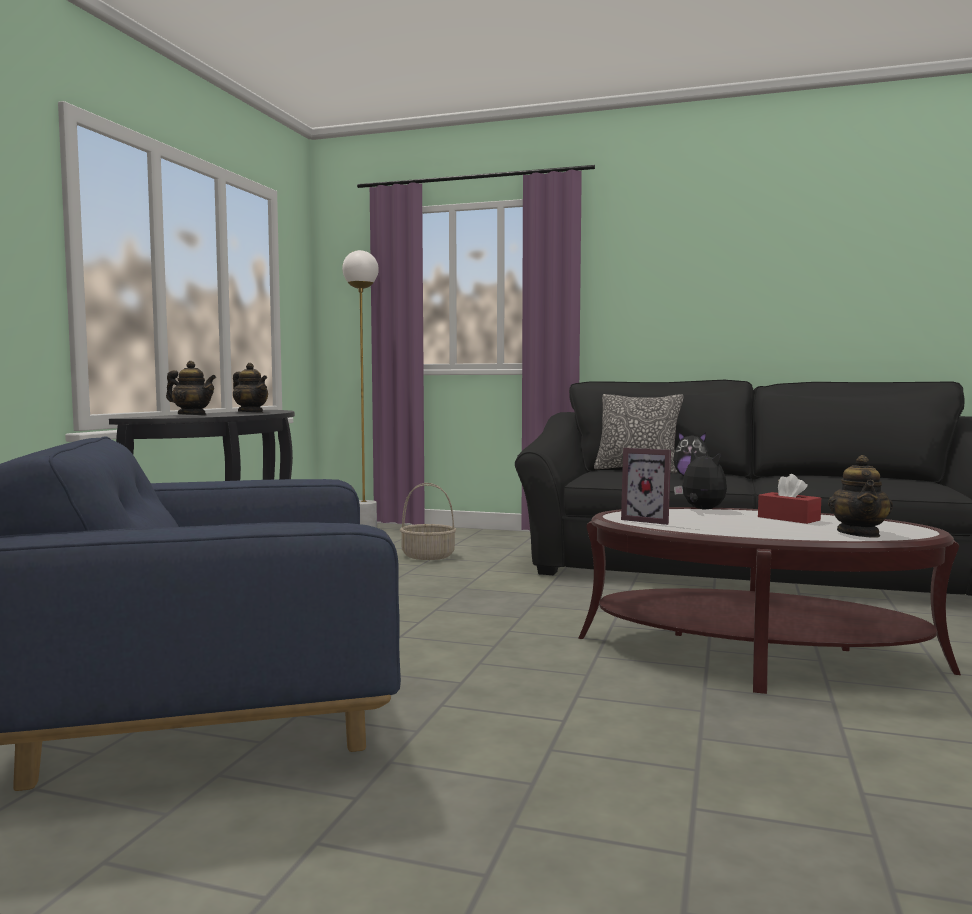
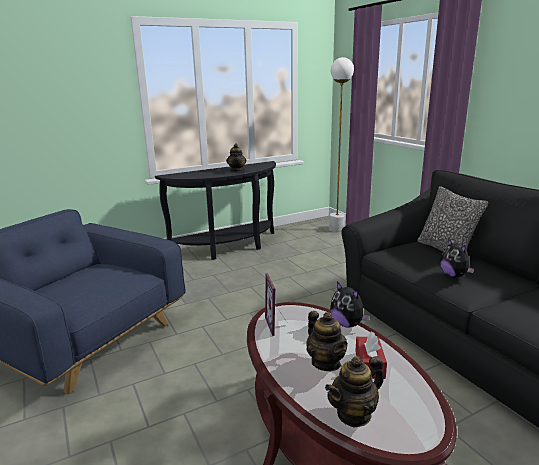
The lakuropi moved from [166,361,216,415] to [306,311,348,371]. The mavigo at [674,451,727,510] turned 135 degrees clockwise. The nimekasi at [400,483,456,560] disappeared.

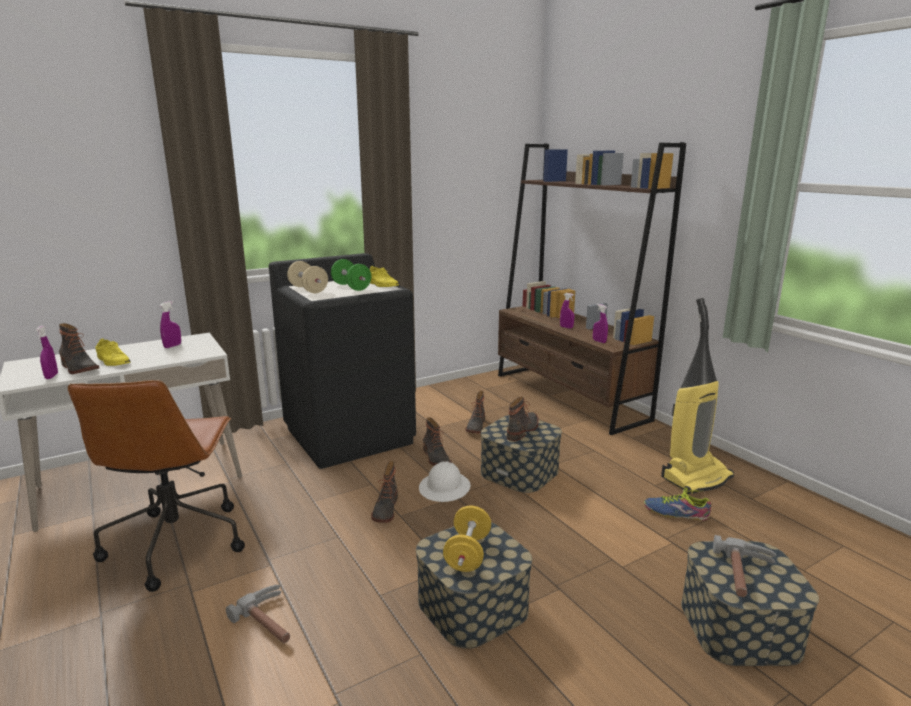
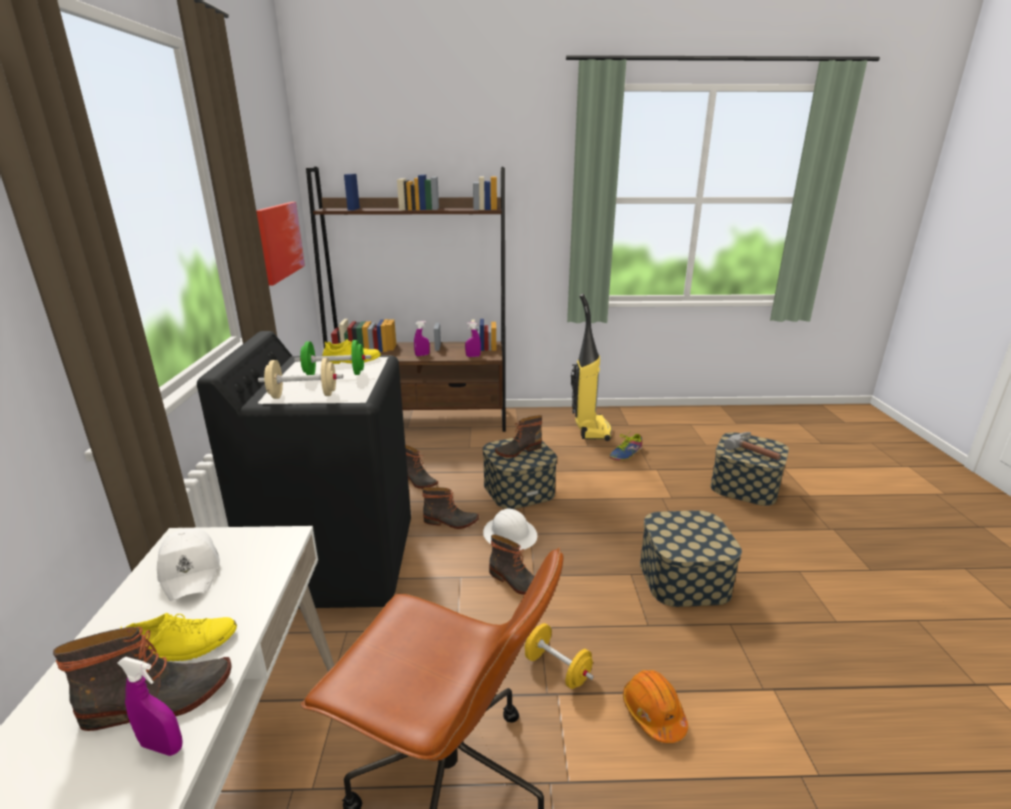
The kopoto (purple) at [160,301,181,348] was replaced by the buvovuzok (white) at [157,528,220,601]. The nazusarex at [507,397,539,441] turned 90 degrees counterclockwise. The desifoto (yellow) moved from [443,506,491,572] to [525,623,594,689]. The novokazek at [226,585,290,643] was replaced by the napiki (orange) at [623,670,688,743]. The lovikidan at [256,202,305,285] appeared.

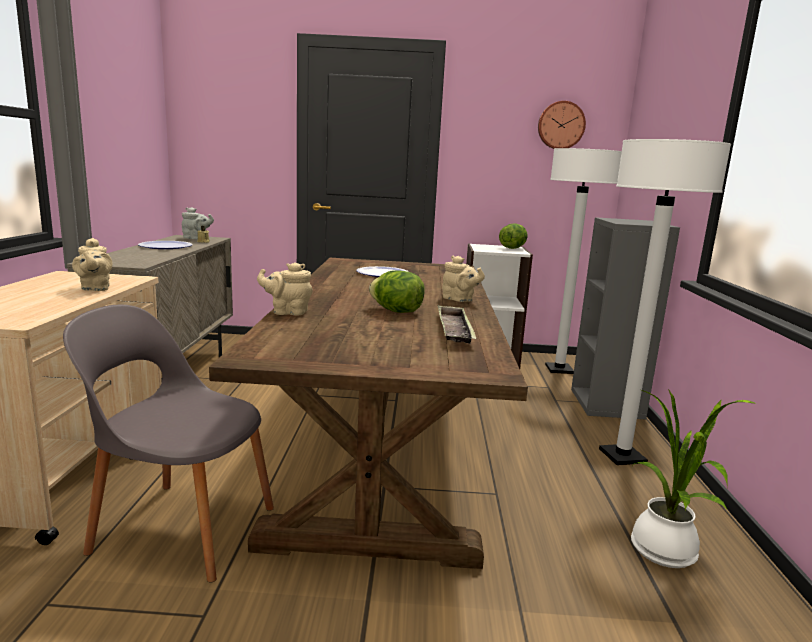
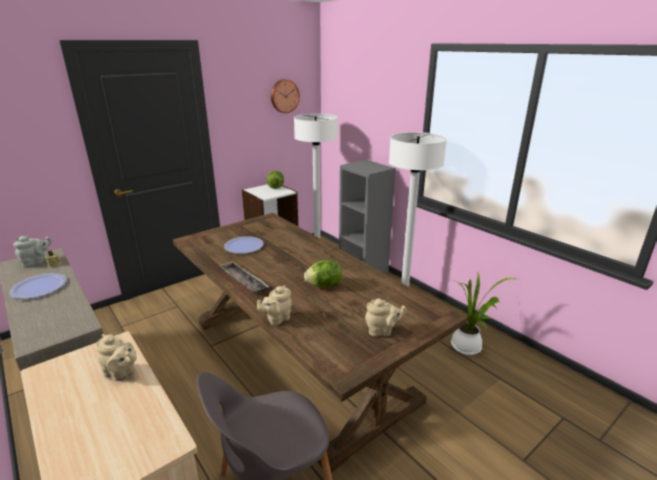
The lakuropi (beige) moved from [442,256,485,302] to [365,299,407,337]. The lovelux moved from [438,305,477,344] to [219,261,269,292].

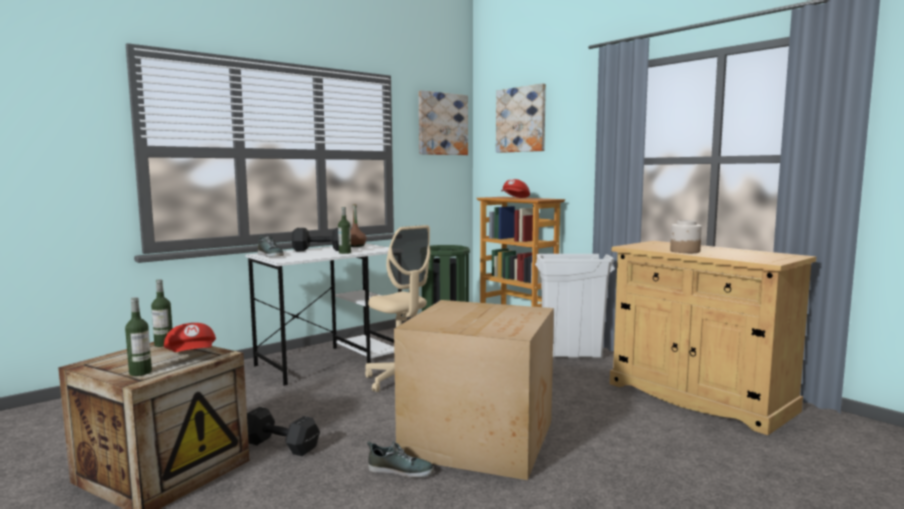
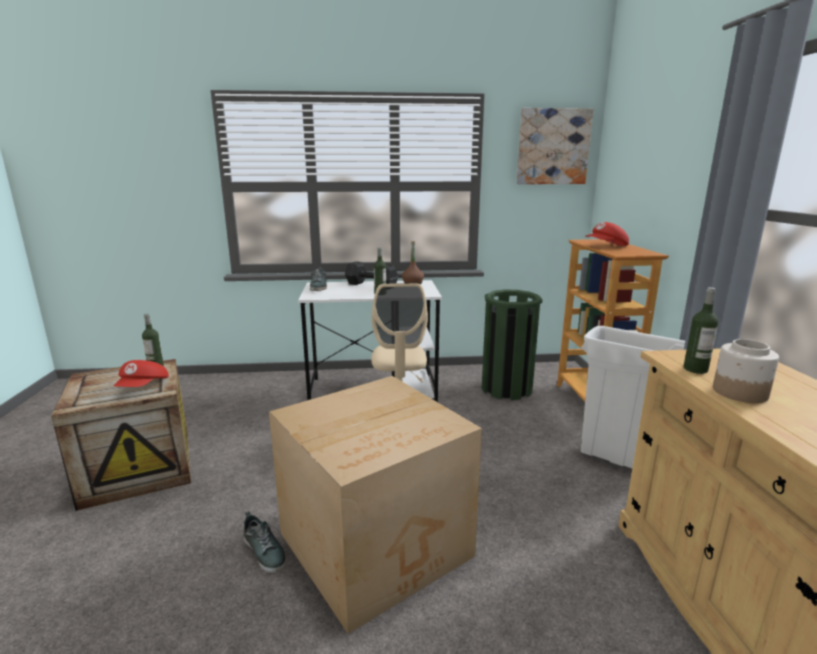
The lovikidan at [496,83,546,153] disappeared. The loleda moved from [125,297,152,376] to [683,287,719,374]. The desifoto (black) at [247,407,320,456] disappeared.

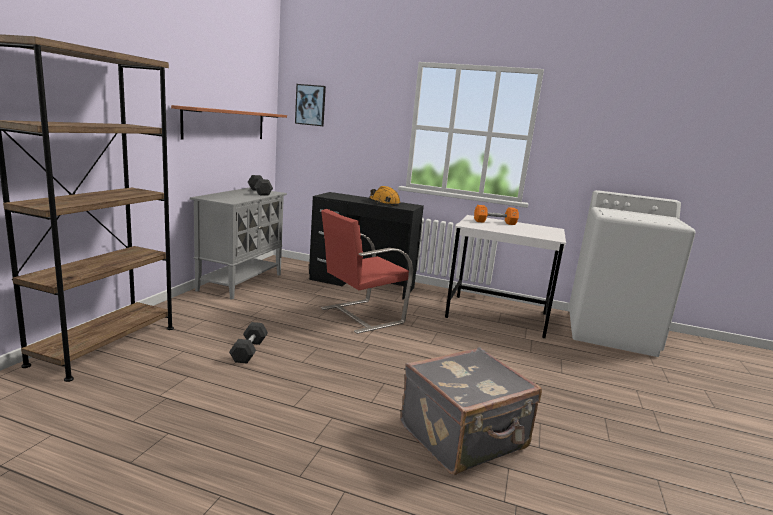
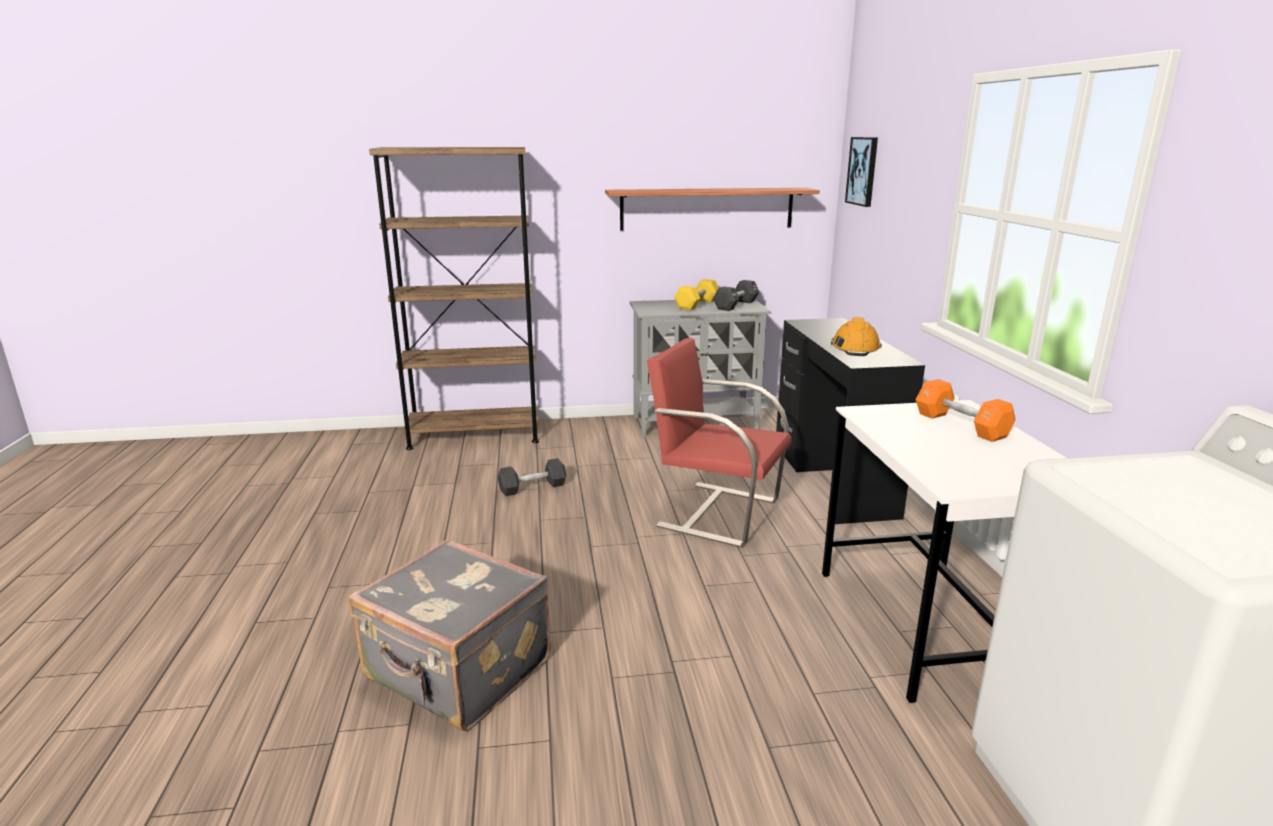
The desifoto (yellow) at [674,279,719,310] appeared.

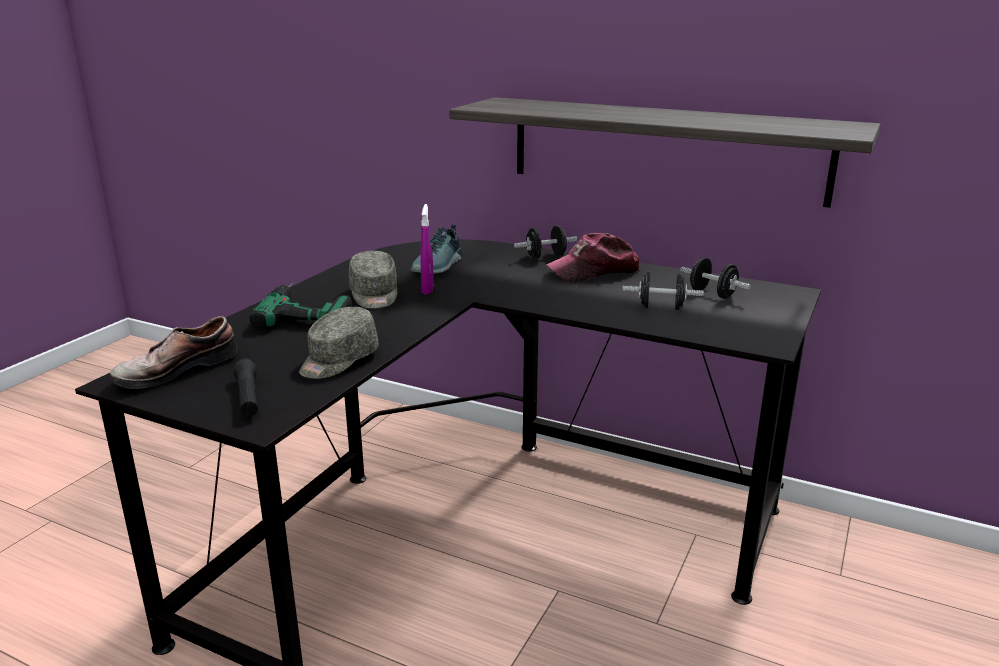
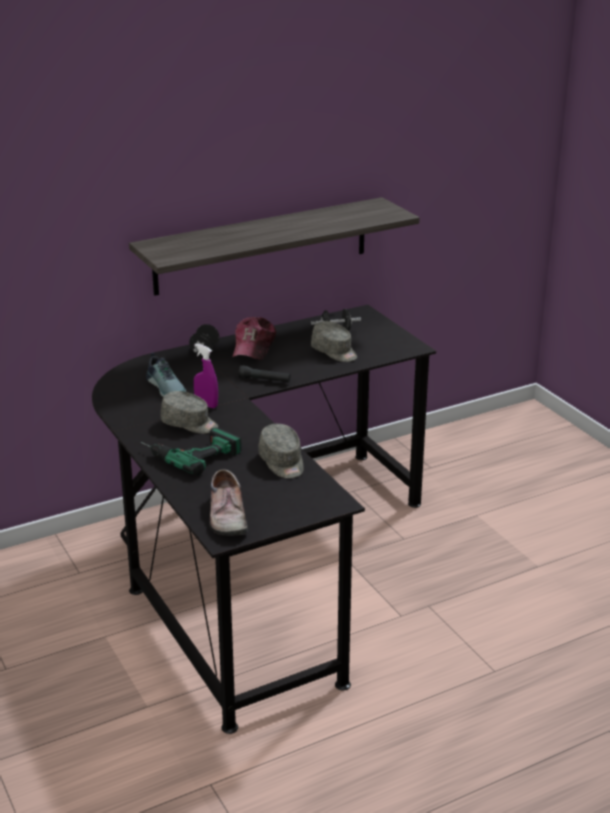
The desifoto (black) at [623,272,704,310] was replaced by the buvovuzok (grey) at [311,321,357,362]. The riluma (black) moved from [233,358,258,417] to [239,365,291,383].

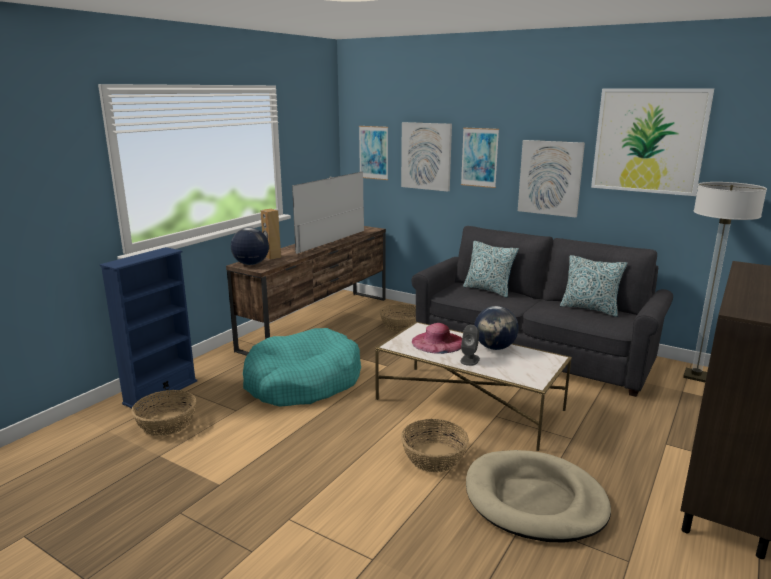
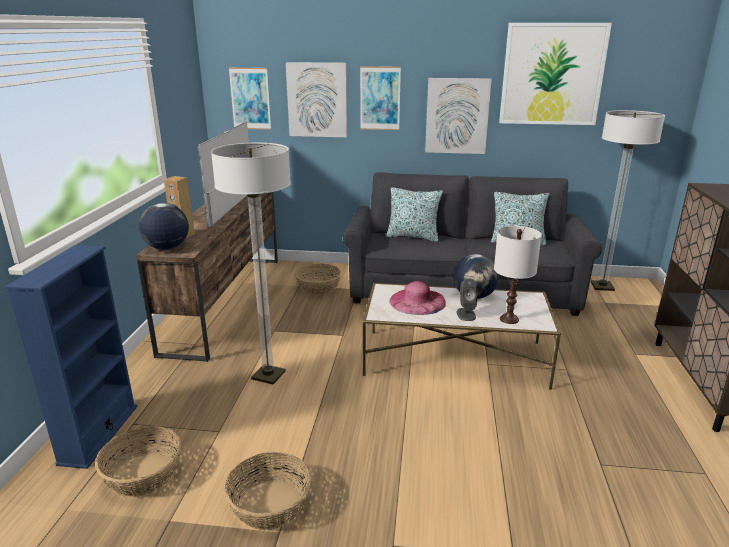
The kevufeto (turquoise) at [243,328,361,407] was replaced by the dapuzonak at [211,143,291,385]. The nimekasi moved from [401,419,469,472] to [224,452,312,530]. The kevufeto (beige) at [466,450,611,543] disappeared. The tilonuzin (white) at [494,226,542,324] appeared.

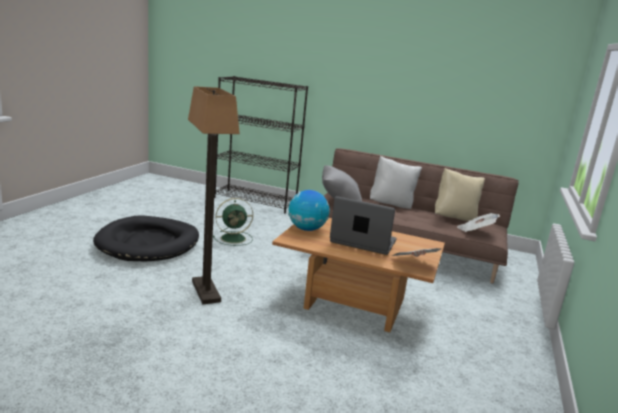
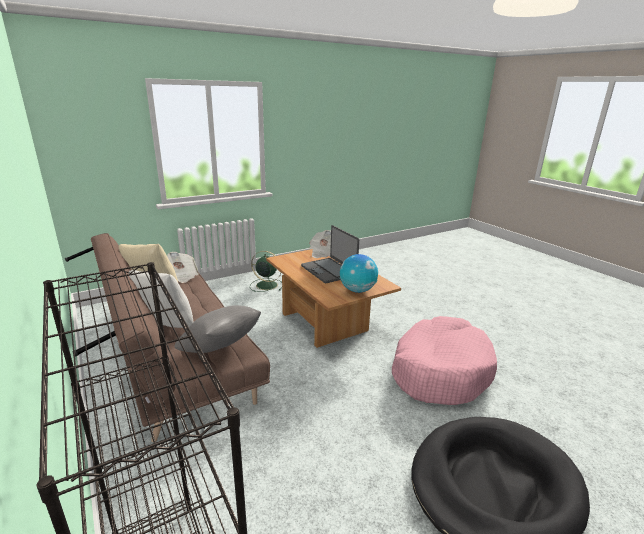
The dapuzonak at [188,86,240,305] was replaced by the kevufeto (pink) at [392,316,497,405]. The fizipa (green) moved from [213,198,253,246] to [250,251,282,292].

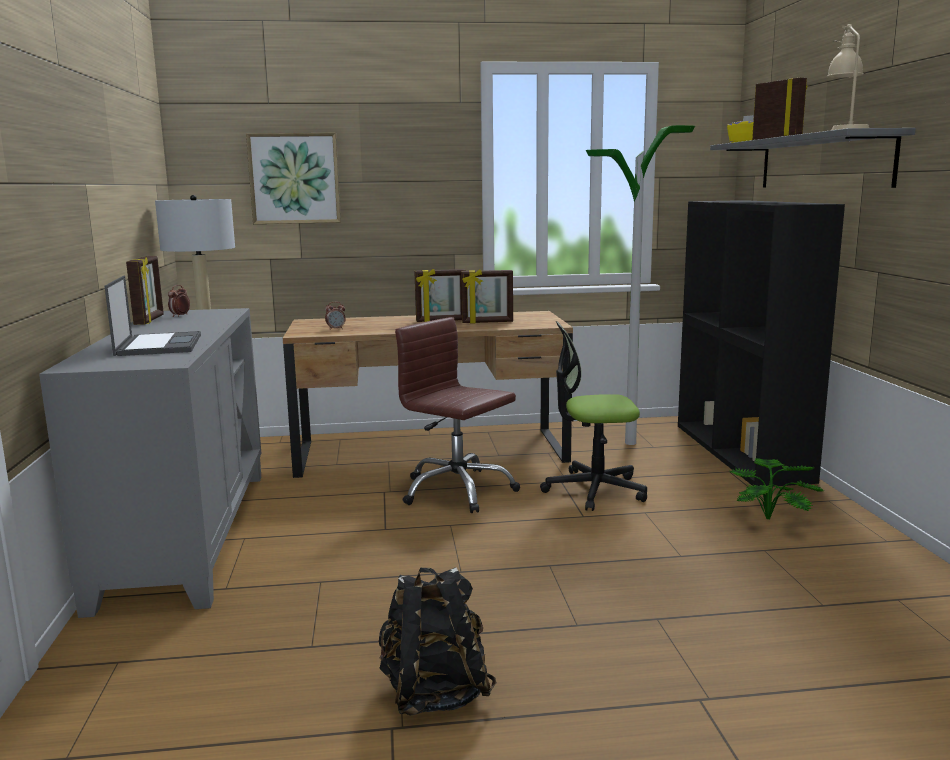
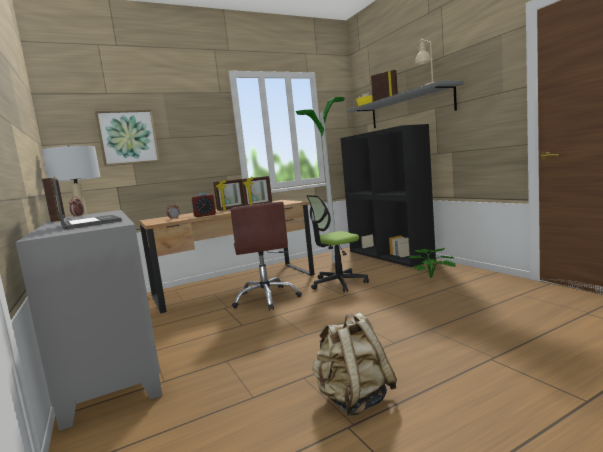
The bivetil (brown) at [395,317,520,513] turned 120 degrees counterclockwise. The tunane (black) at [379,567,497,716] became the tunane (beige) at [312,313,397,416]. The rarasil at [191,193,216,217] appeared.

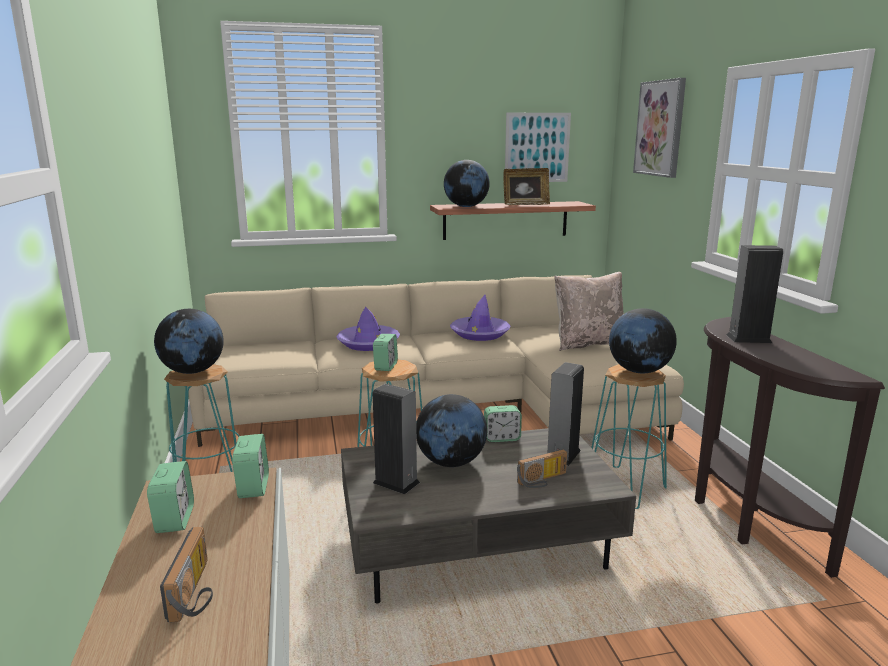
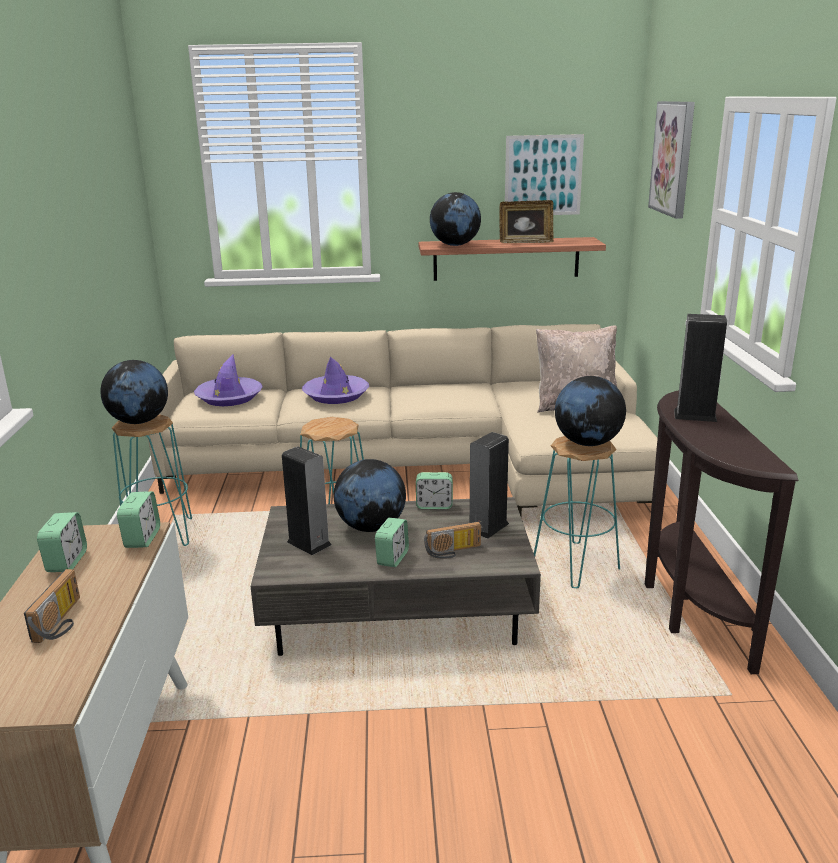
The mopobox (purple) moved from [450,295,511,341] to [194,354,263,406]. The rarasil moved from [373,334,398,371] to [375,518,409,567].

